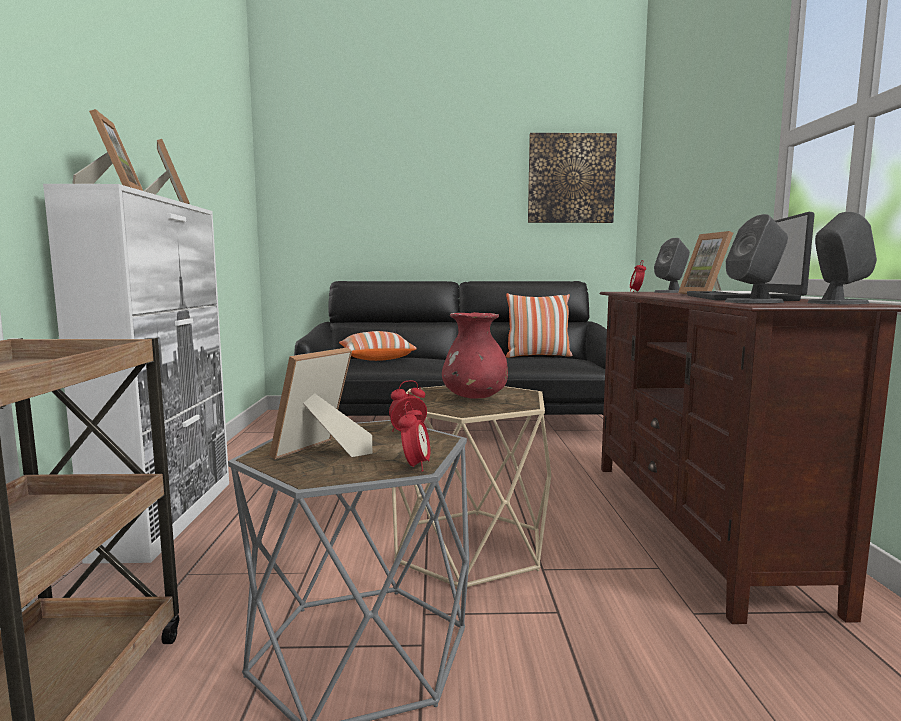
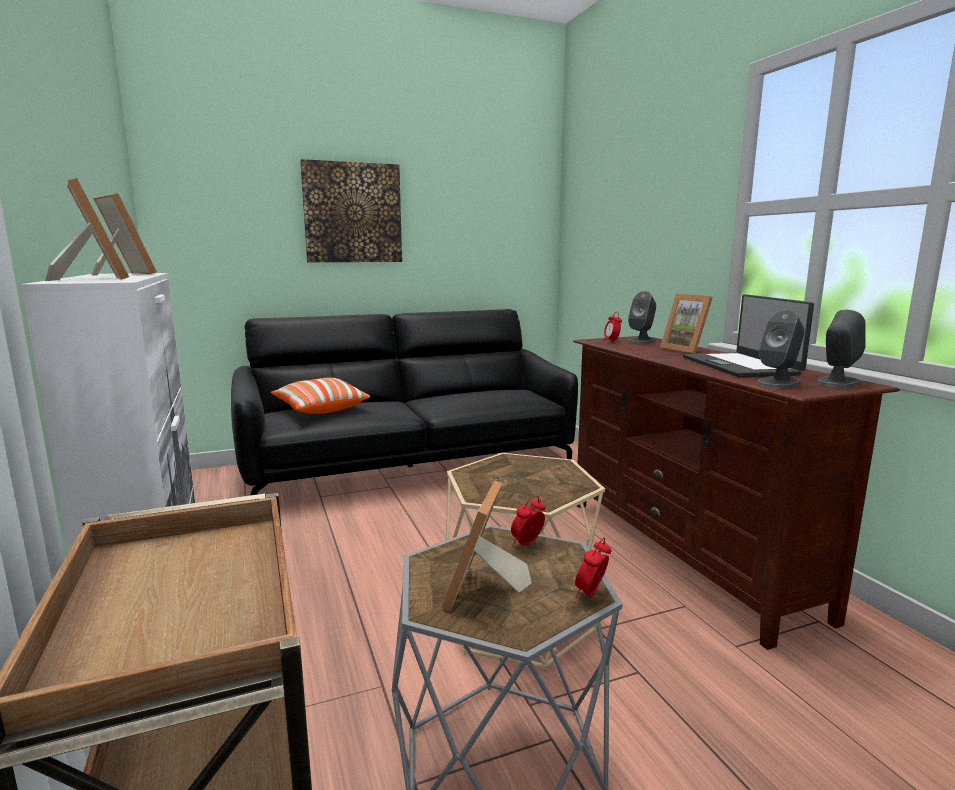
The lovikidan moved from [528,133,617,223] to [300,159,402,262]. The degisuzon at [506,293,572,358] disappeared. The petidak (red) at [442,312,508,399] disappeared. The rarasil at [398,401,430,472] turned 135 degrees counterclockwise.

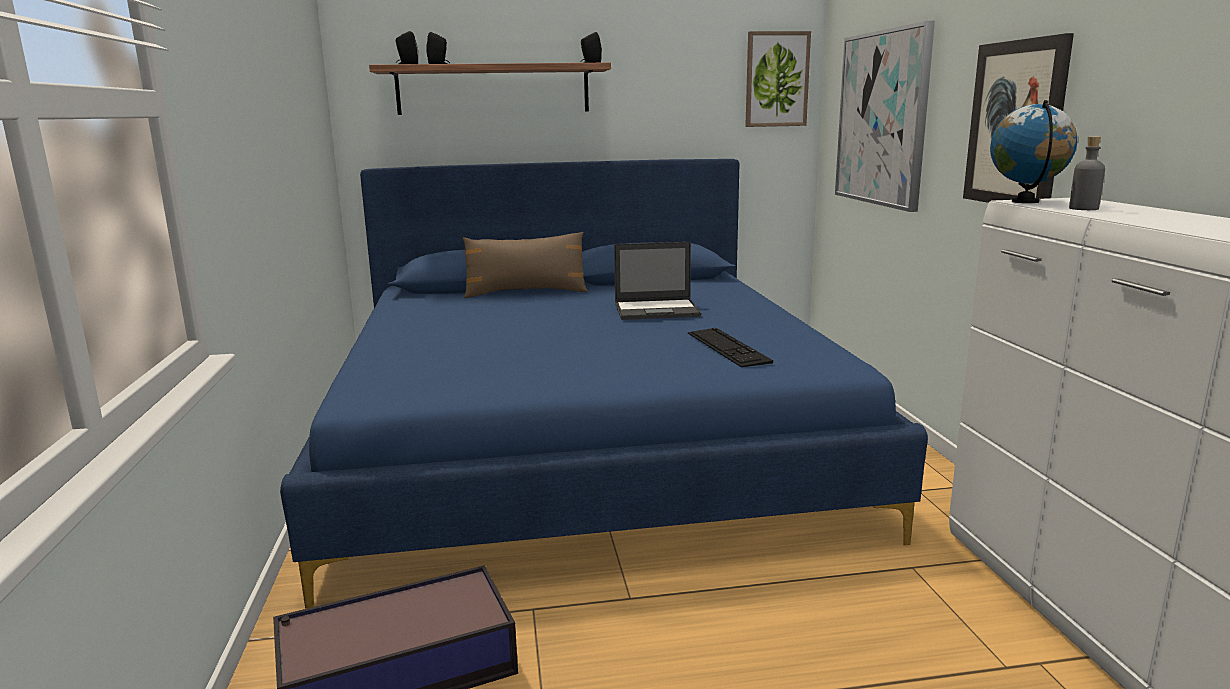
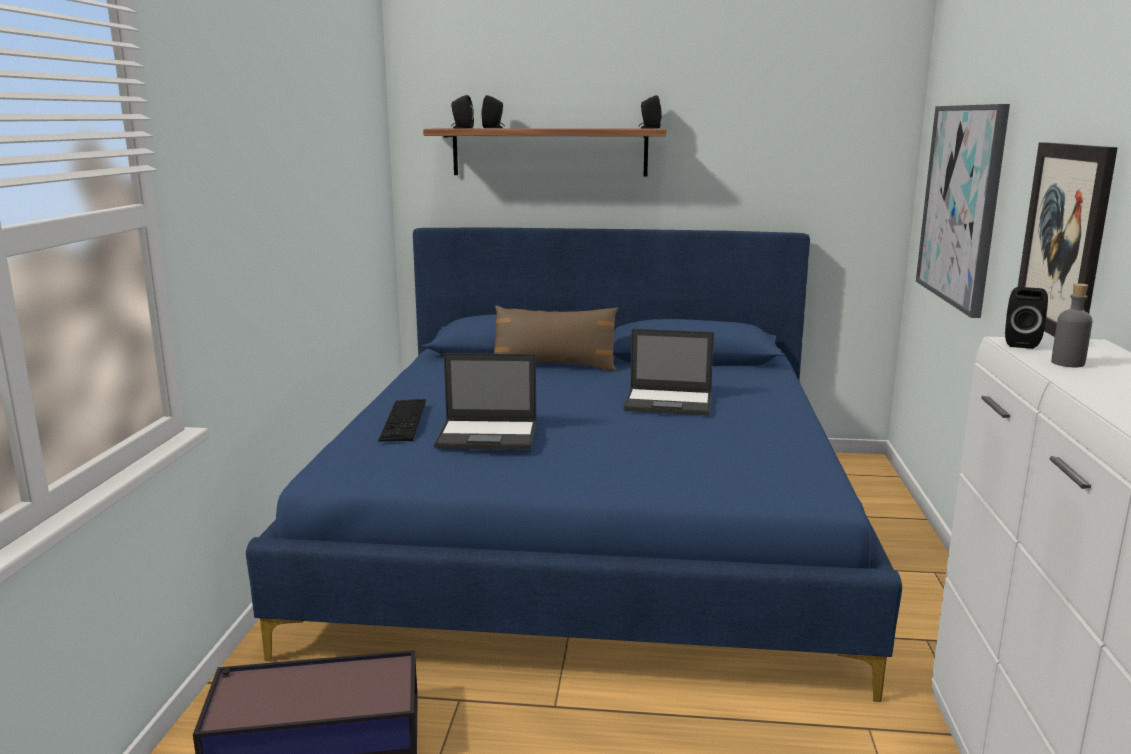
The lovikidan at [745,31,811,127] disappeared. The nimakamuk at [990,100,1077,203] was replaced by the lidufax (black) at [1005,287,1048,349]. The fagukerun moved from [688,328,773,367] to [378,399,426,442]. The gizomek at [434,353,537,450] appeared.

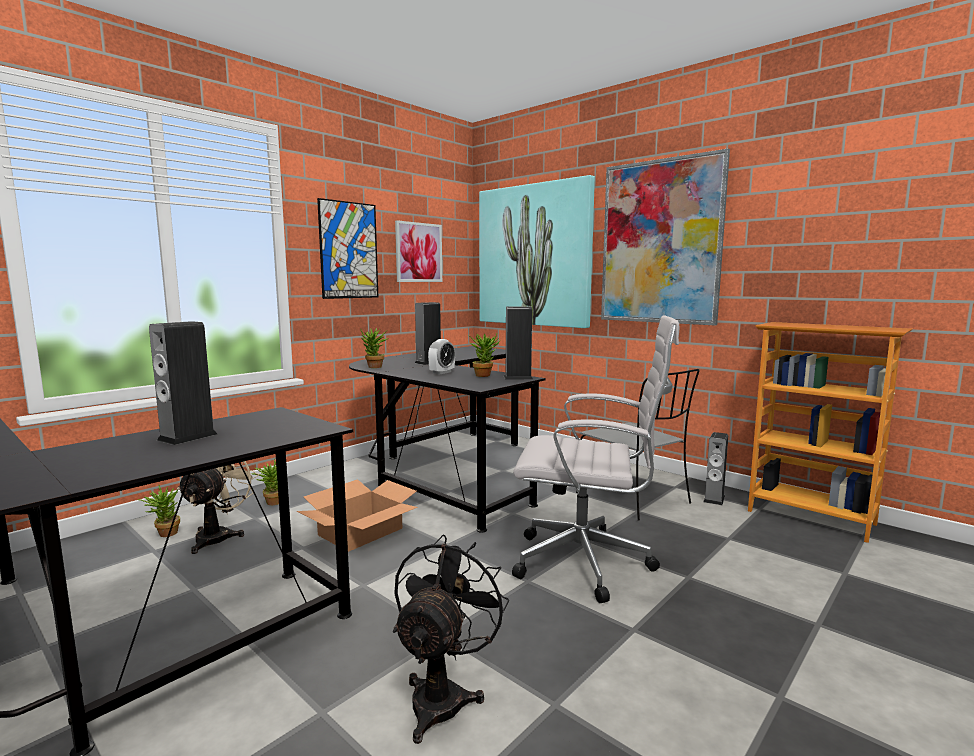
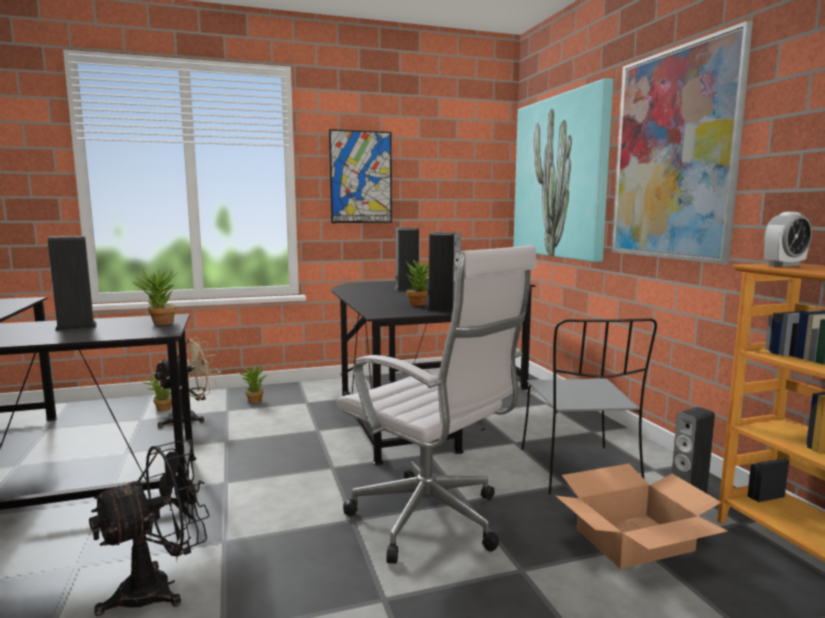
The lovikidan at [395,220,442,282] disappeared. The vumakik moved from [360,328,388,368] to [132,269,177,325]. The rarasil moved from [428,339,455,374] to [764,212,812,267]. The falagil moved from [297,479,418,552] to [556,464,728,569].

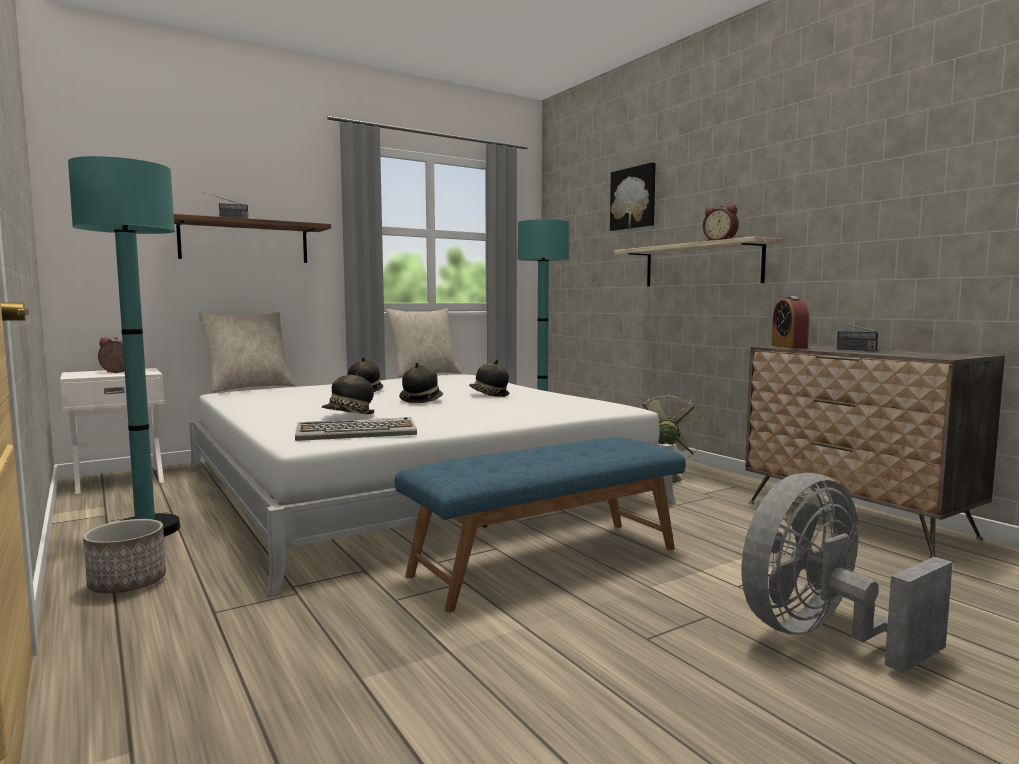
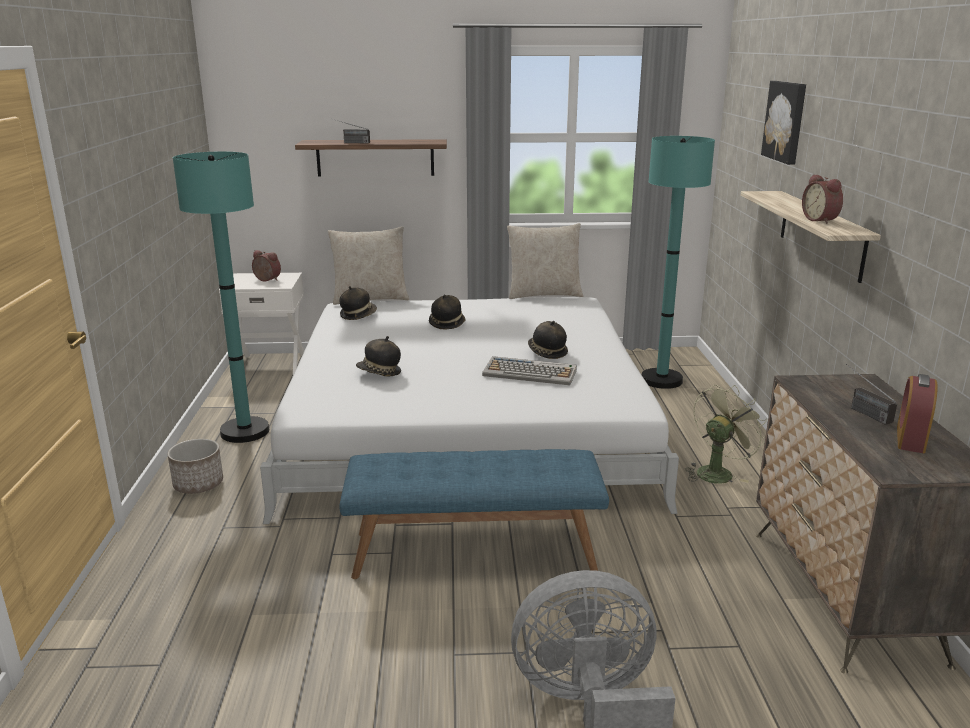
The rarasil moved from [771,296,809,349] to [897,374,938,453]. The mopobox moved from [399,363,443,403] to [340,286,377,320]. The fagukerun moved from [295,417,417,441] to [482,356,577,385].

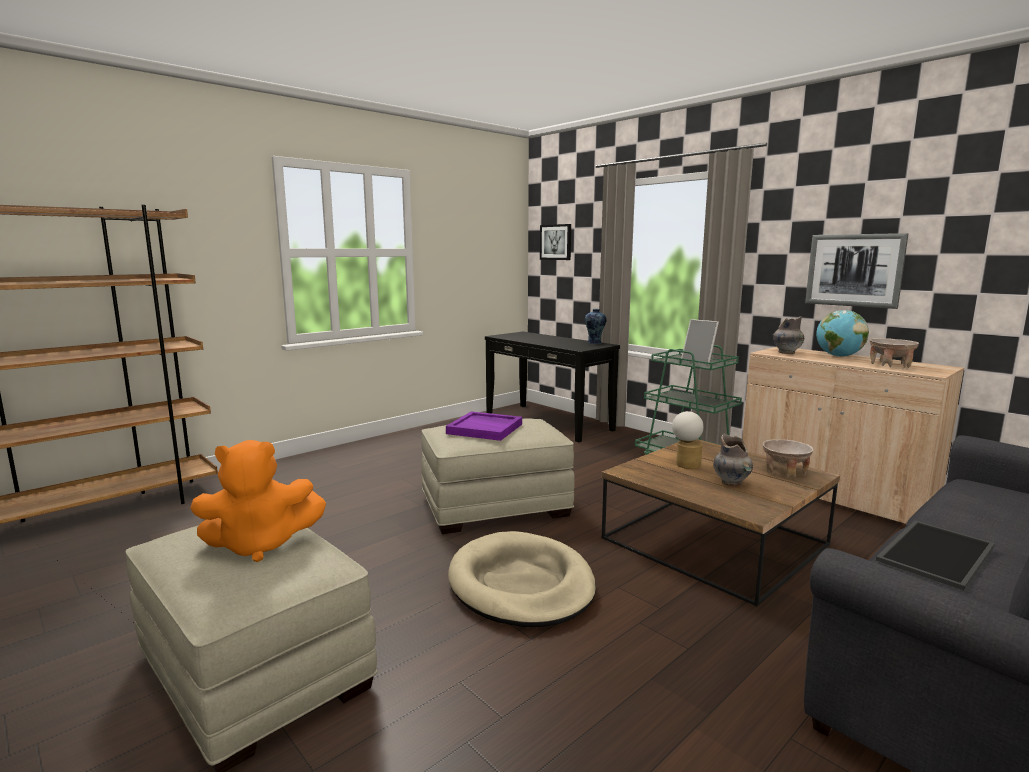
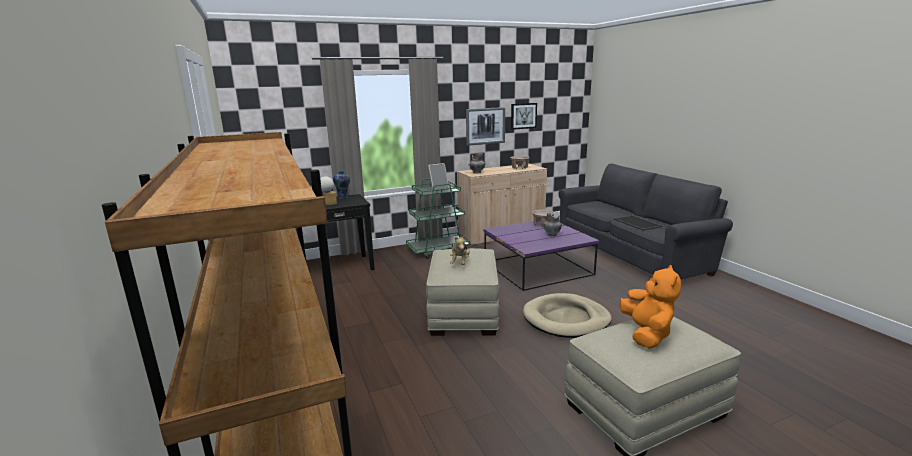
The lovikidan moved from [540,224,571,260] to [511,103,537,130]. The nimakamuk at [816,310,869,357] disappeared. The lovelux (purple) at [446,411,522,441] was replaced by the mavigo at [450,235,470,265]. The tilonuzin moved from [672,411,704,469] to [320,176,337,205]. The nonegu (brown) at [601,439,840,606] became the nonegu (purple) at [484,221,599,291].

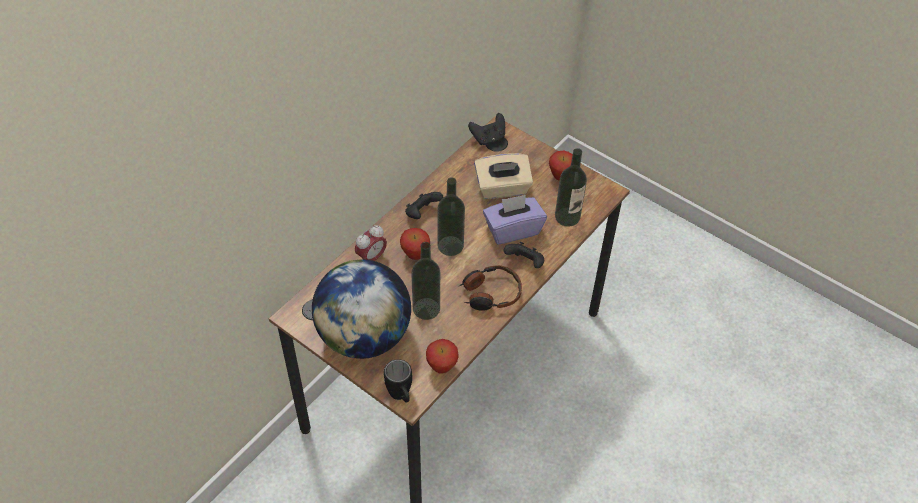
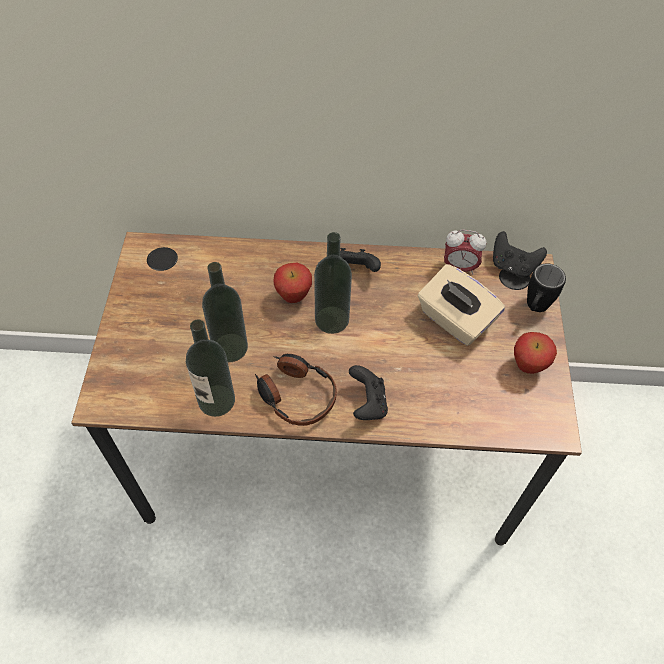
The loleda moved from [555,148,587,227] to [186,319,235,417]. The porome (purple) at [483,195,547,245] disappeared. The rarasil moved from [355,225,387,261] to [444,230,486,275]. The nimakamuk at [312,259,411,359] disappeared. The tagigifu at [426,339,459,374] disappeared. The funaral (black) moved from [384,359,412,402] to [527,263,566,312].

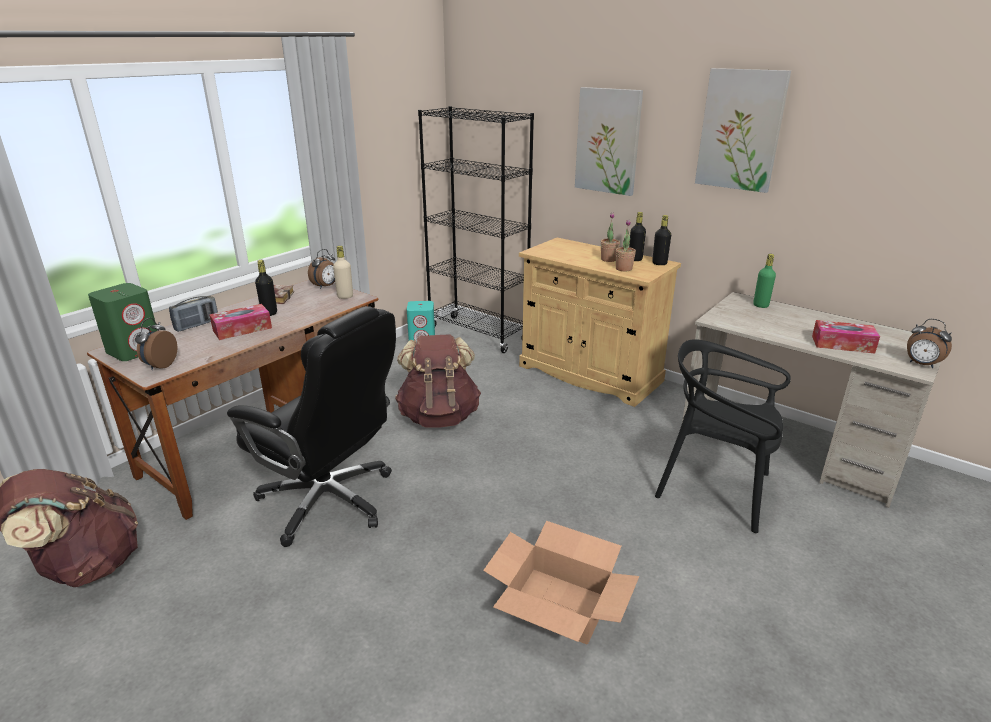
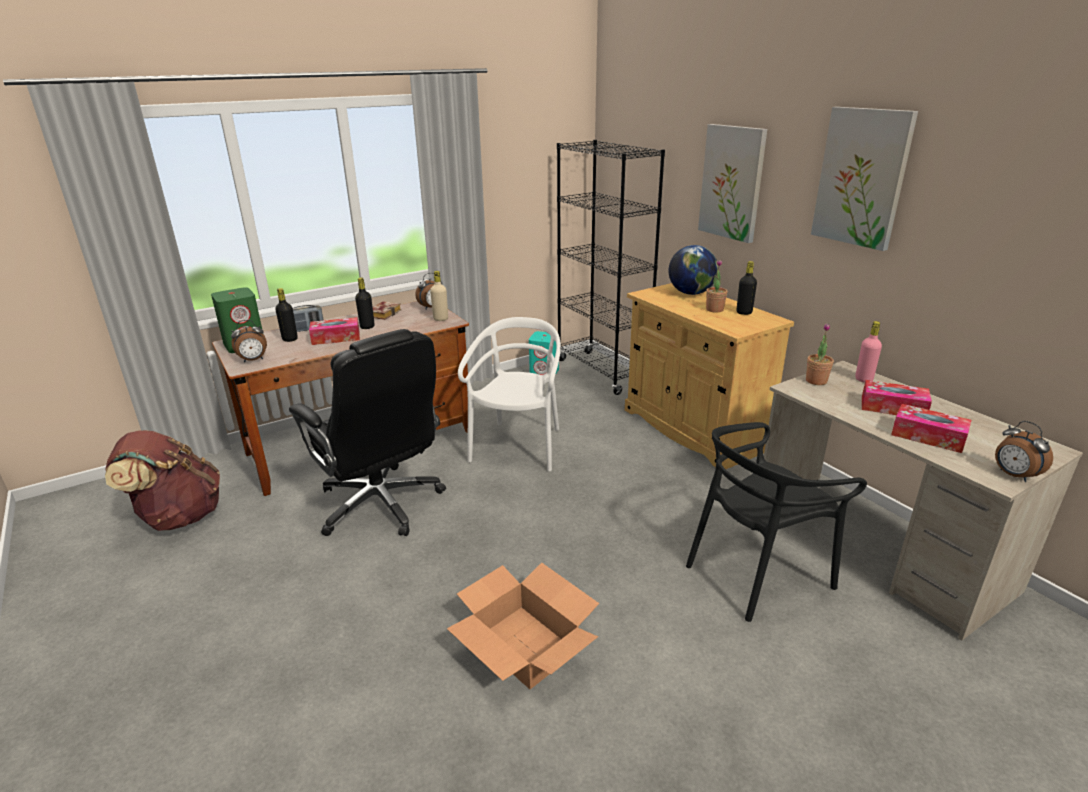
The loleda (black) moved from [652,215,671,265] to [275,288,298,342]. The vumakik moved from [616,220,636,271] to [806,323,834,385]. The loleda (green) at [753,254,776,308] became the loleda (pink) at [855,321,882,383]. The rarasil at [135,318,178,370] turned 150 degrees counterclockwise. The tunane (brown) at [395,334,481,427] was replaced by the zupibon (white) at [458,317,561,471]. The zupibon (black) at [655,339,791,533] turned 75 degrees counterclockwise. The nimakamuk at [669,245,718,295] appeared. The porome at [862,380,932,415] appeared.

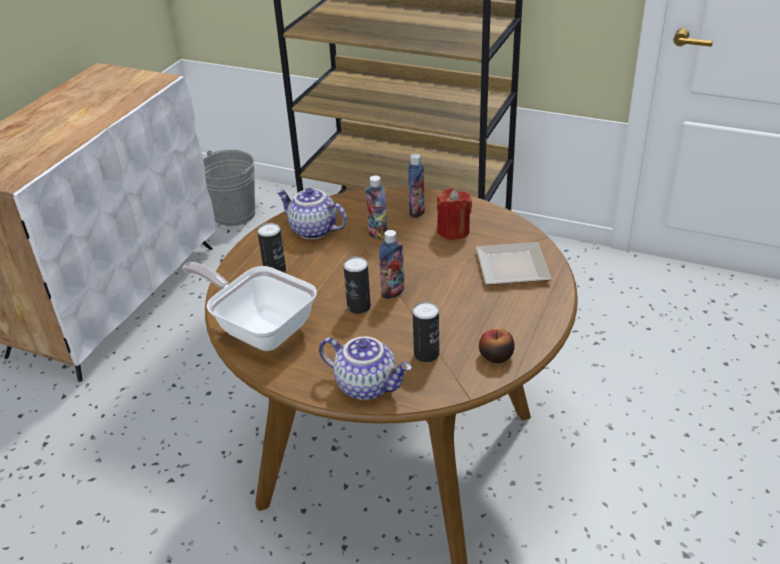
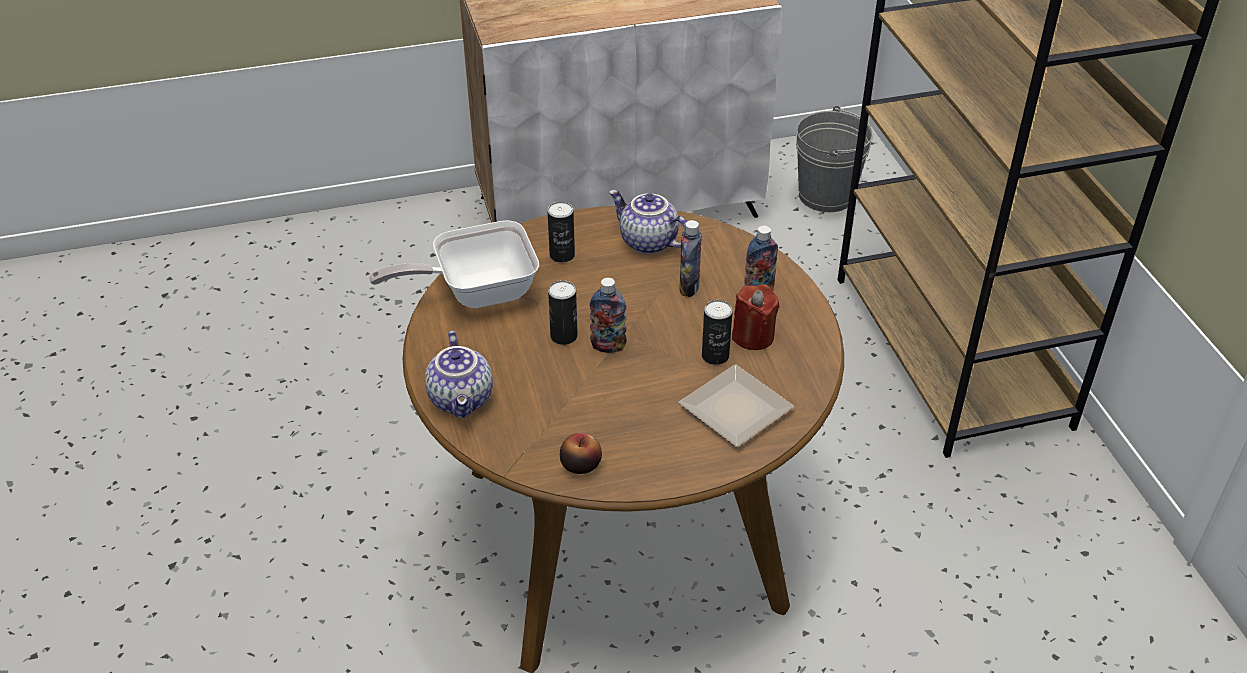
The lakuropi at [276,188,347,239] turned 45 degrees counterclockwise. The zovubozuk at [182,262,317,351] turned 105 degrees counterclockwise. The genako moved from [413,302,439,362] to [702,300,733,365].

